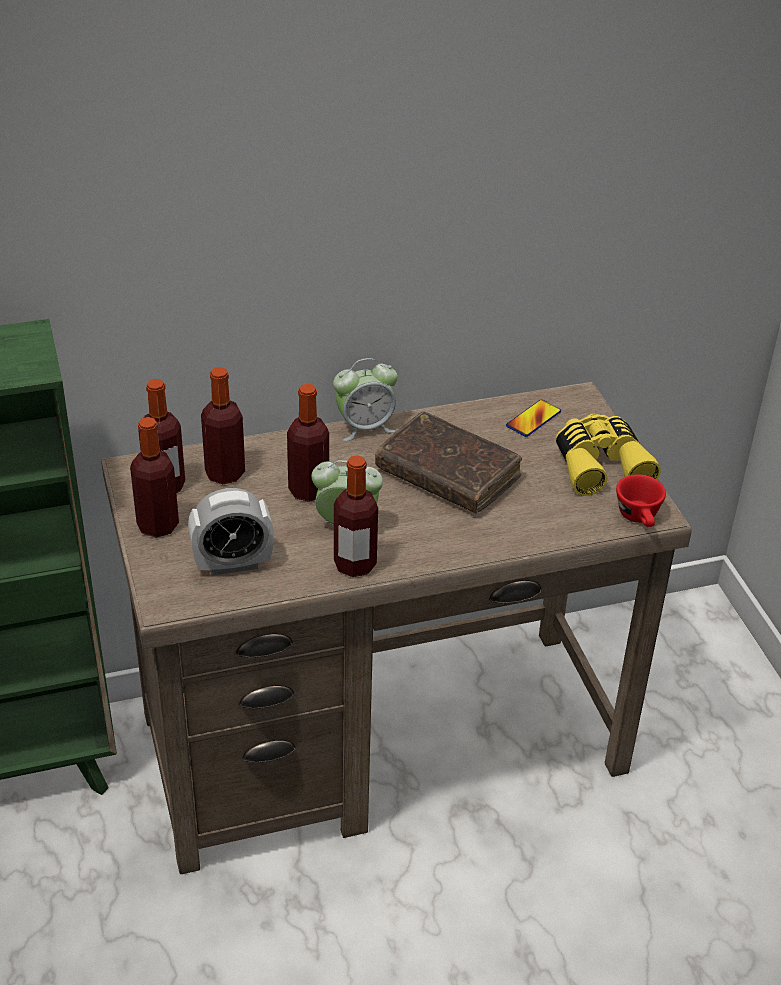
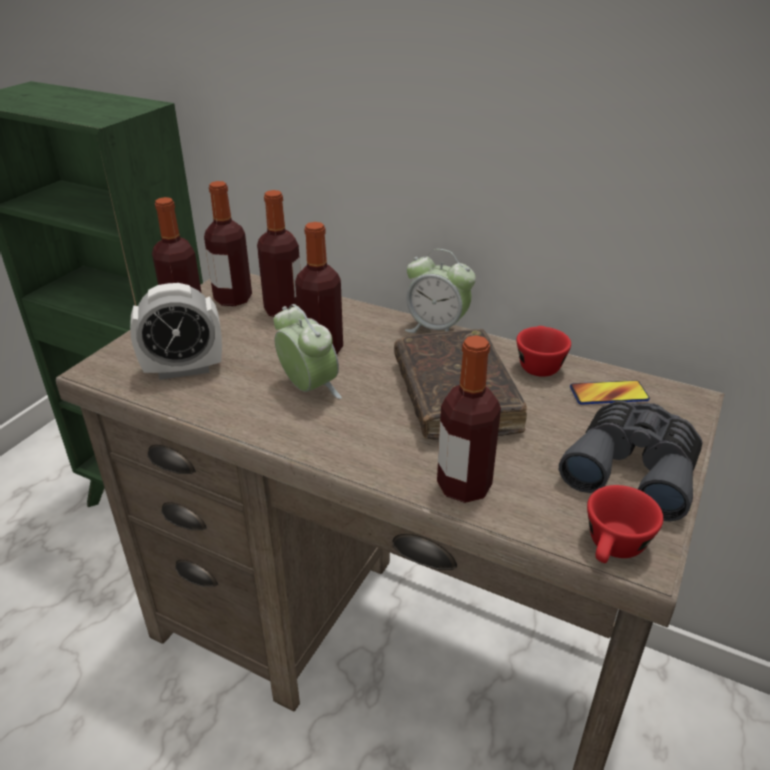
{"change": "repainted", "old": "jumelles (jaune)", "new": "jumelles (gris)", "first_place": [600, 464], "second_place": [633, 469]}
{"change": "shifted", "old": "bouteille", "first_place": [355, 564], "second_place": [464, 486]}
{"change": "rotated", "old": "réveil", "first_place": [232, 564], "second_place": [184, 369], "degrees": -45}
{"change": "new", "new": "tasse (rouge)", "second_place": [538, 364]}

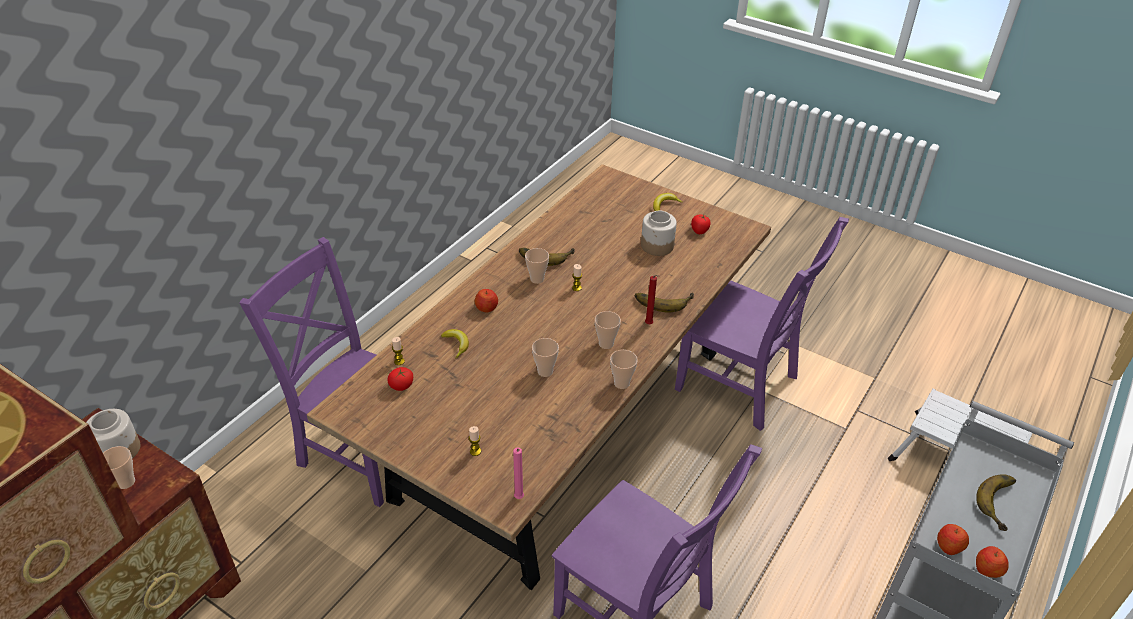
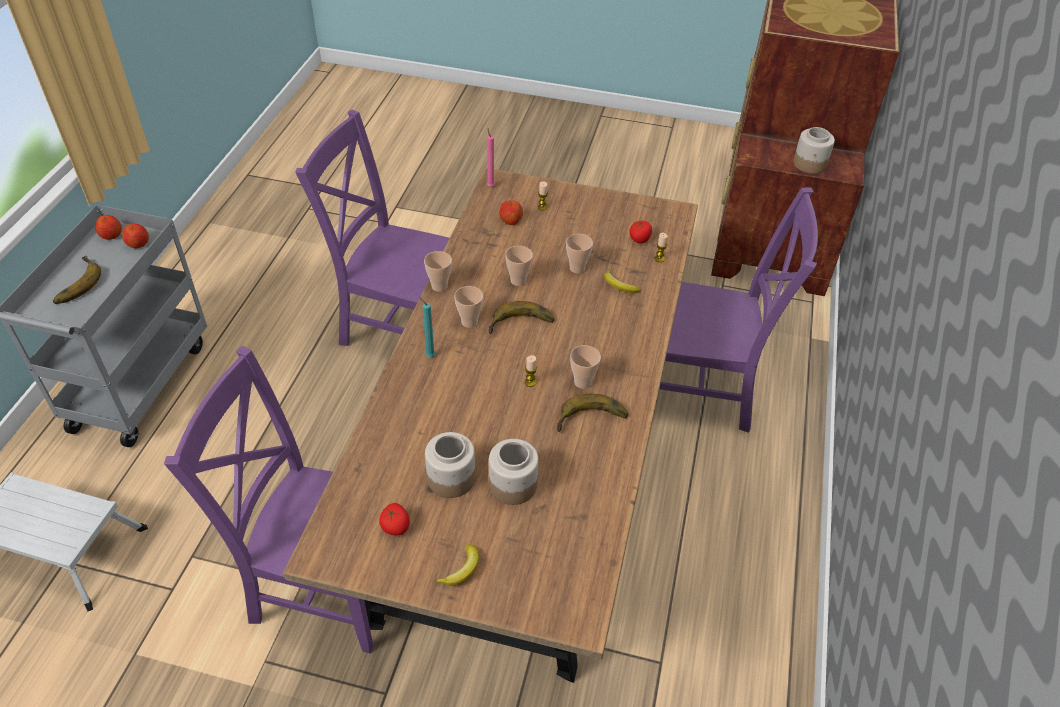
{"change": "repainted", "old": "bougie (rouge)", "new": "bougie (turquoise)", "first_place": [649, 325], "second_place": [429, 355]}
{"change": "shifted", "old": "pomme", "first_place": [487, 308], "second_place": [510, 220]}
{"change": "shifted", "old": "banane", "first_place": [663, 300], "second_place": [521, 325]}
{"change": "shifted", "old": "tasse", "first_place": [126, 482], "second_place": [577, 268]}
{"change": "new", "new": "bocal", "second_place": [512, 485]}

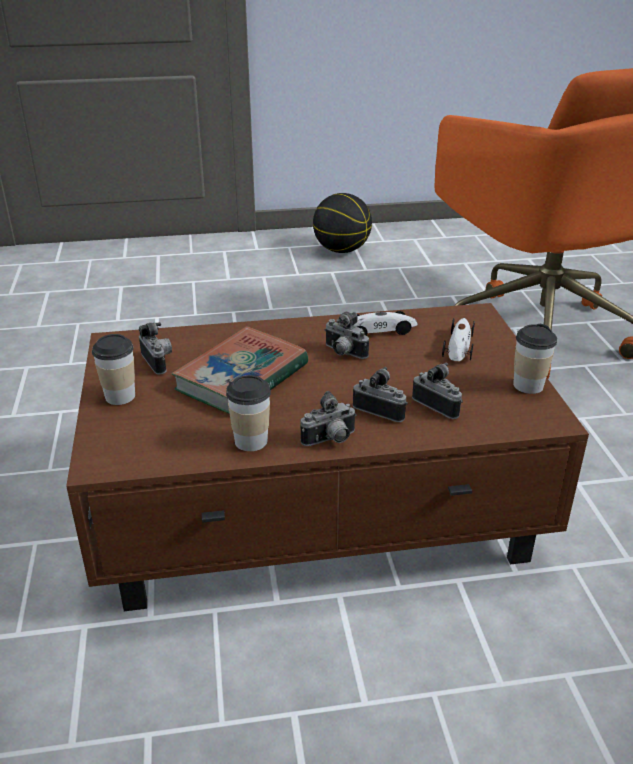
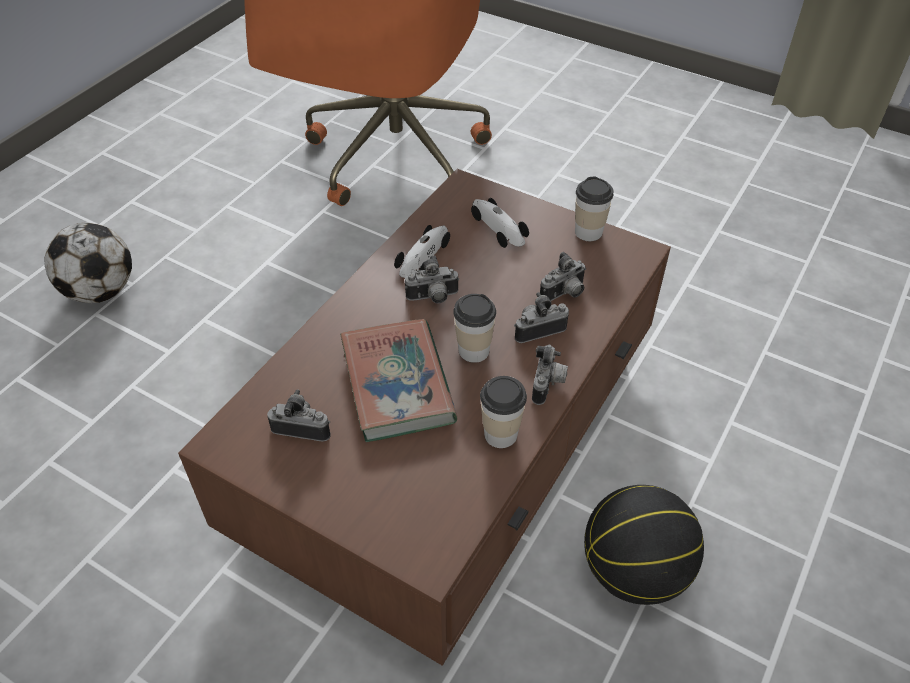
{"change": "shifted", "old": "ballon de basket", "first_place": [341, 250], "second_place": [634, 571]}
{"change": "shifted", "old": "tasse", "first_place": [120, 396], "second_place": [473, 350]}
{"change": "rotated", "old": "appareil photo", "first_place": [438, 405], "second_place": [564, 294], "degrees": 150}
{"change": "new", "new": "ballon de foot", "second_place": [101, 291]}

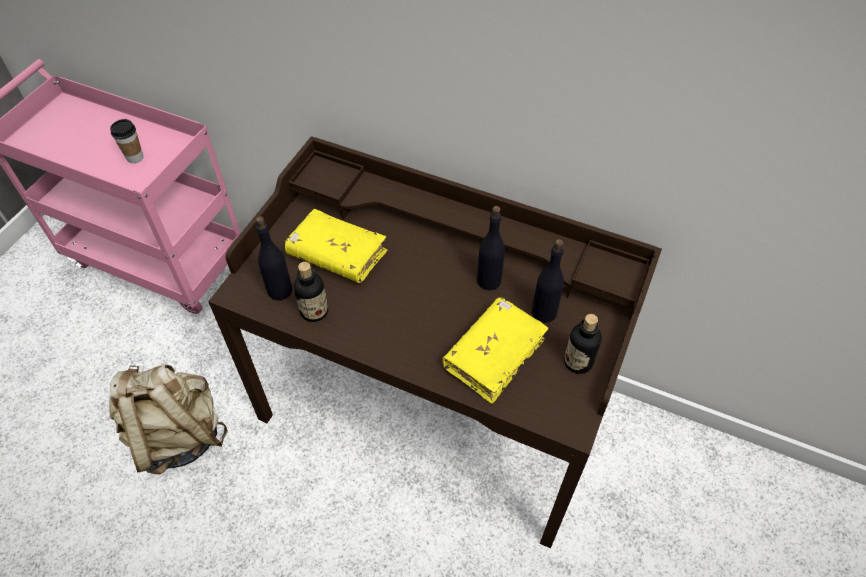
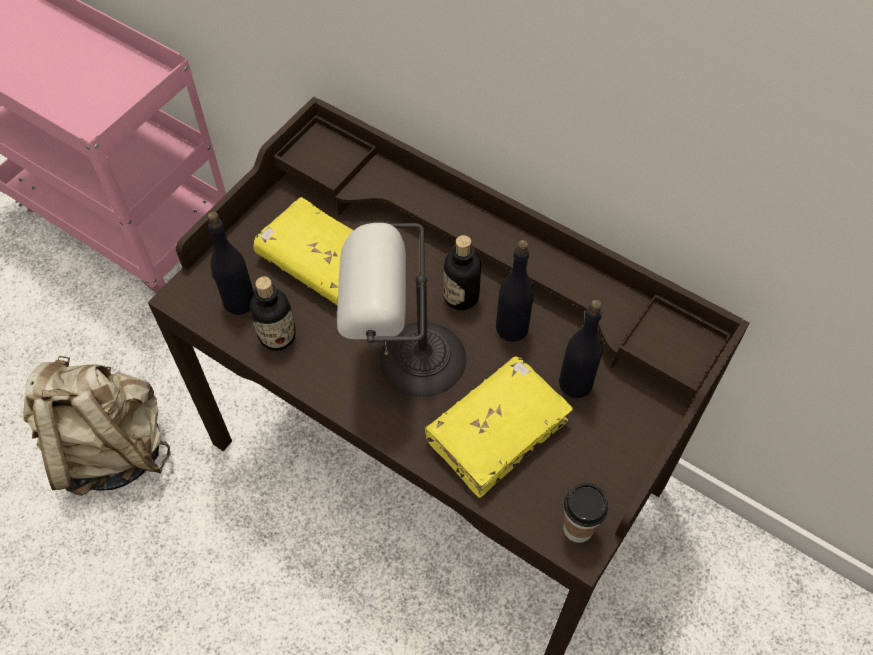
{"change": "shifted", "old": "tasse", "first_place": [135, 157], "second_place": [578, 528]}
{"change": "shifted", "old": "bouteille", "first_place": [578, 362], "second_place": [461, 297]}
{"change": "new", "new": "lampe de table", "second_place": [404, 361]}

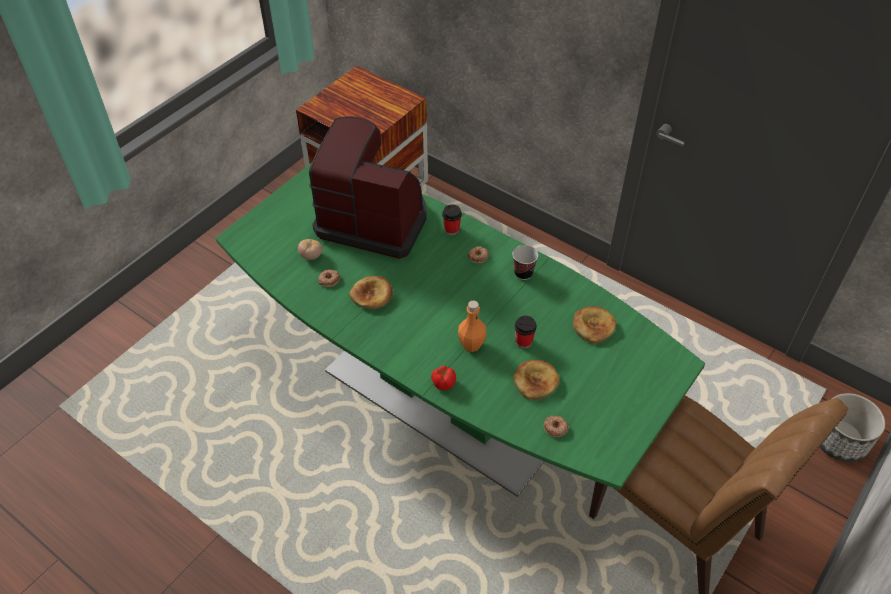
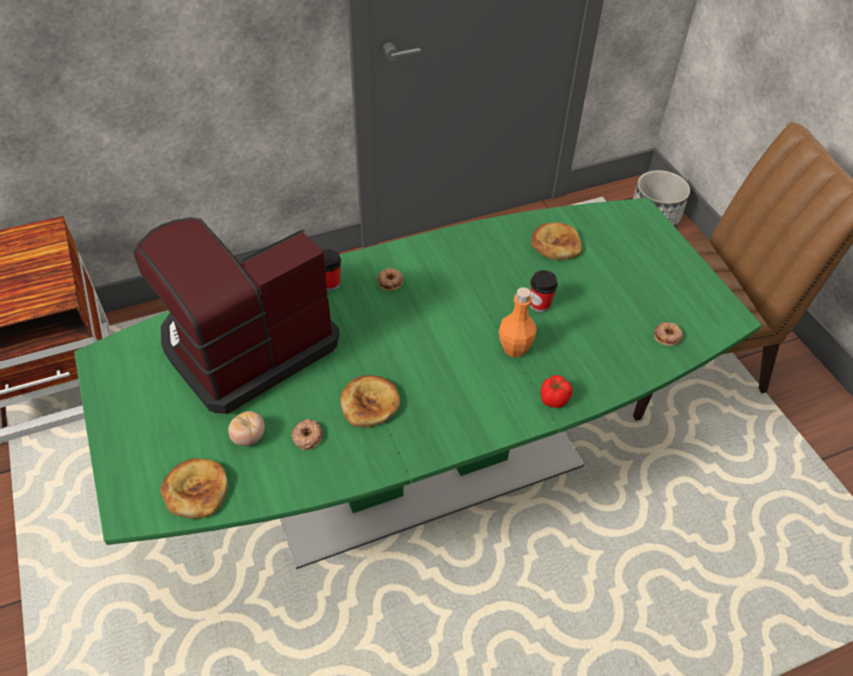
{"change": "gone", "old": "tasse", "first_place": [523, 273]}
{"change": "shifted", "old": "pain", "first_place": [535, 381], "second_place": [196, 490]}

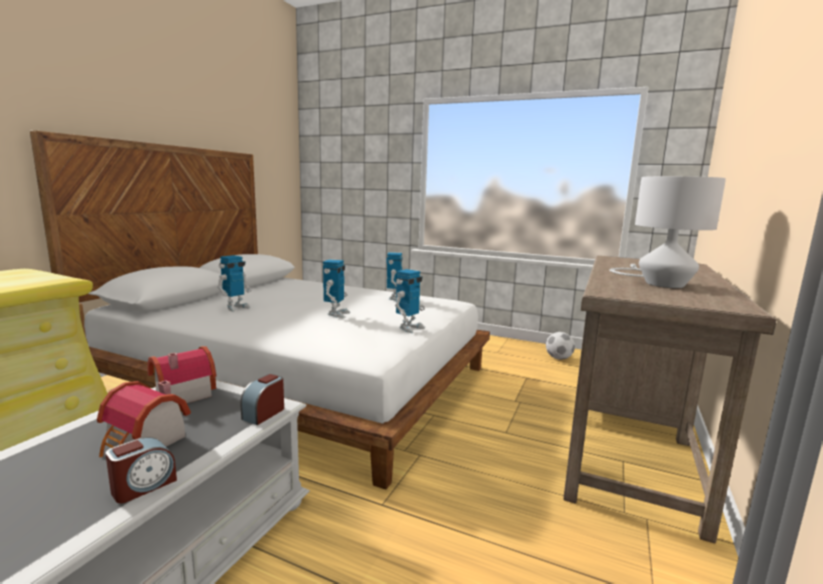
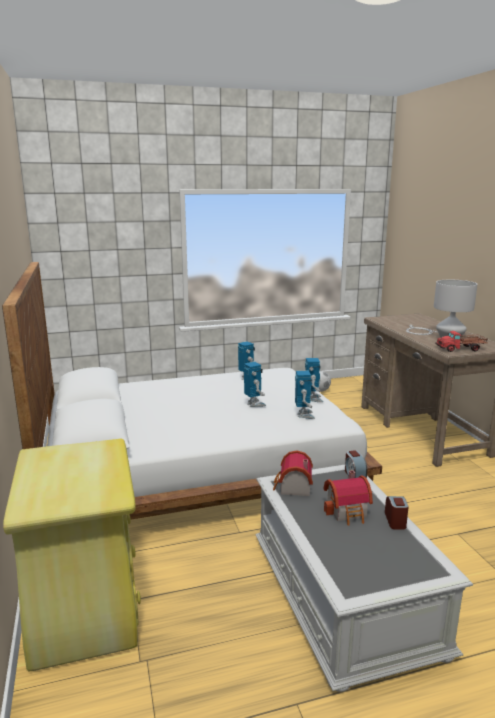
{"change": "shifted", "old": "robot jouet", "first_place": [235, 308], "second_place": [304, 415]}
{"change": "new", "new": "camion jouet", "second_place": [461, 349]}

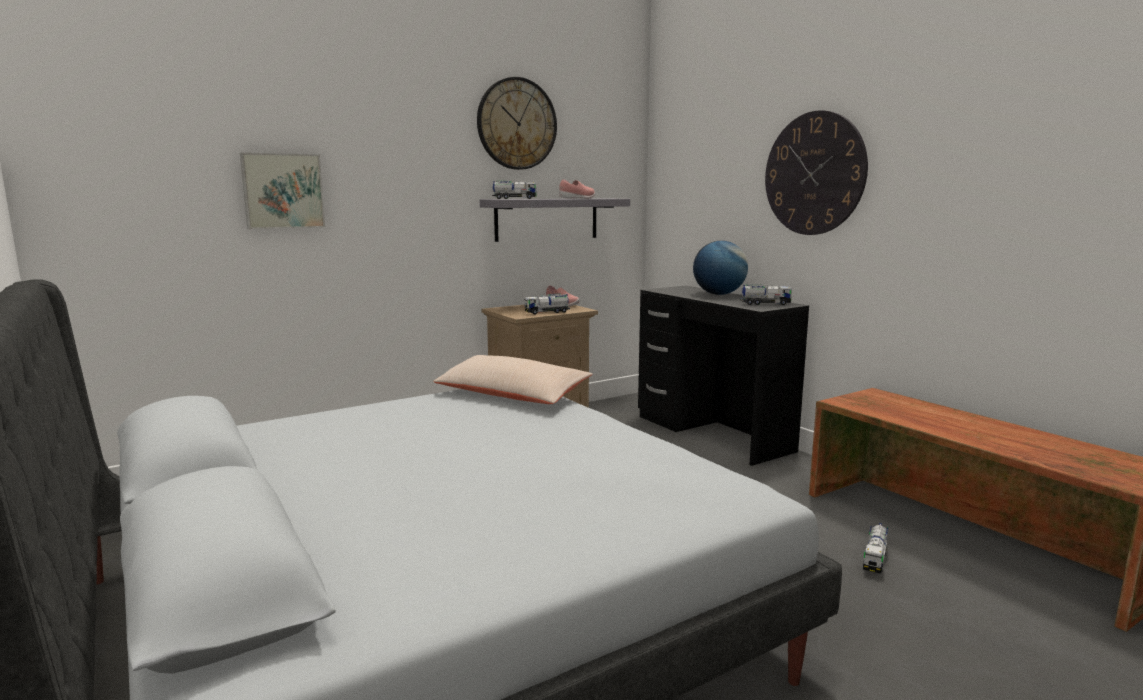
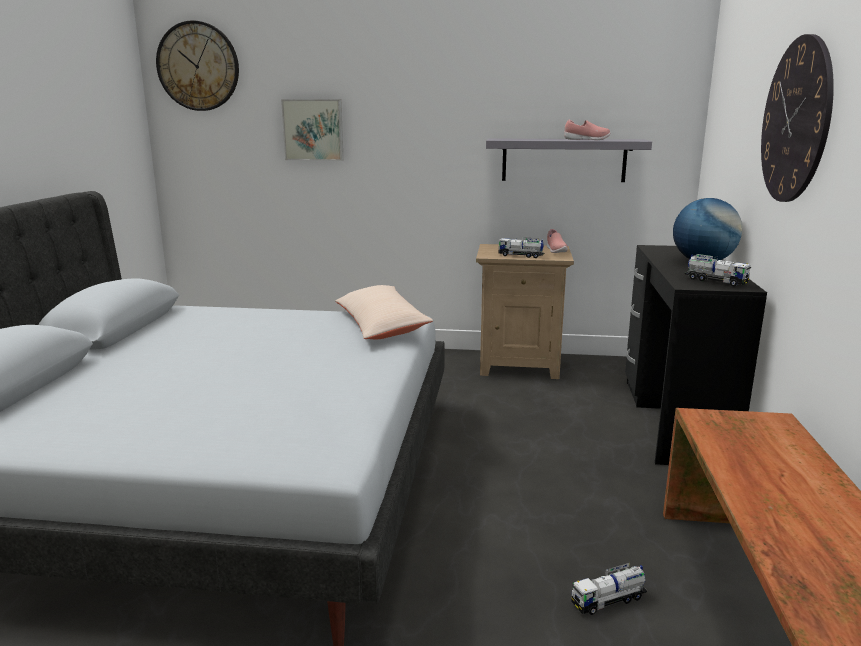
{"change": "shifted", "old": "horloge murale", "first_place": [516, 124], "second_place": [198, 66]}
{"change": "gone", "old": "camion jouet", "first_place": [514, 198]}

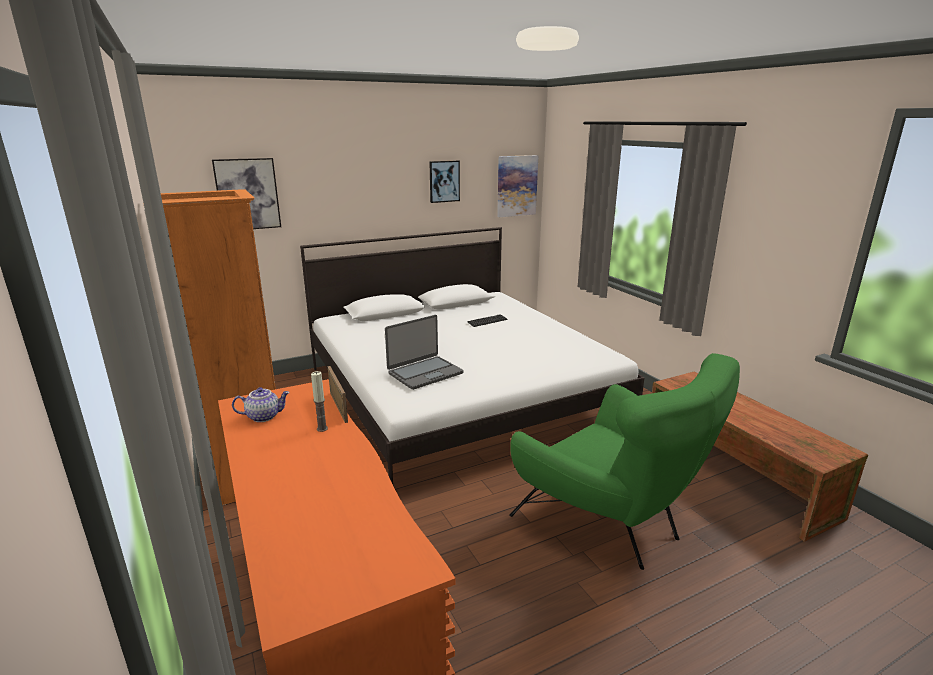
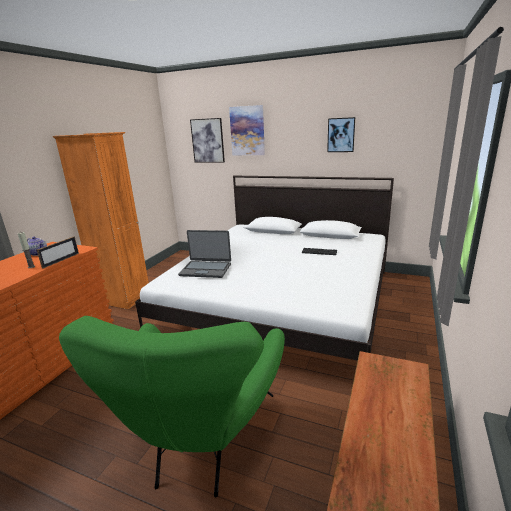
{"change": "shifted", "old": "tableau", "first_place": [516, 186], "second_place": [247, 131]}

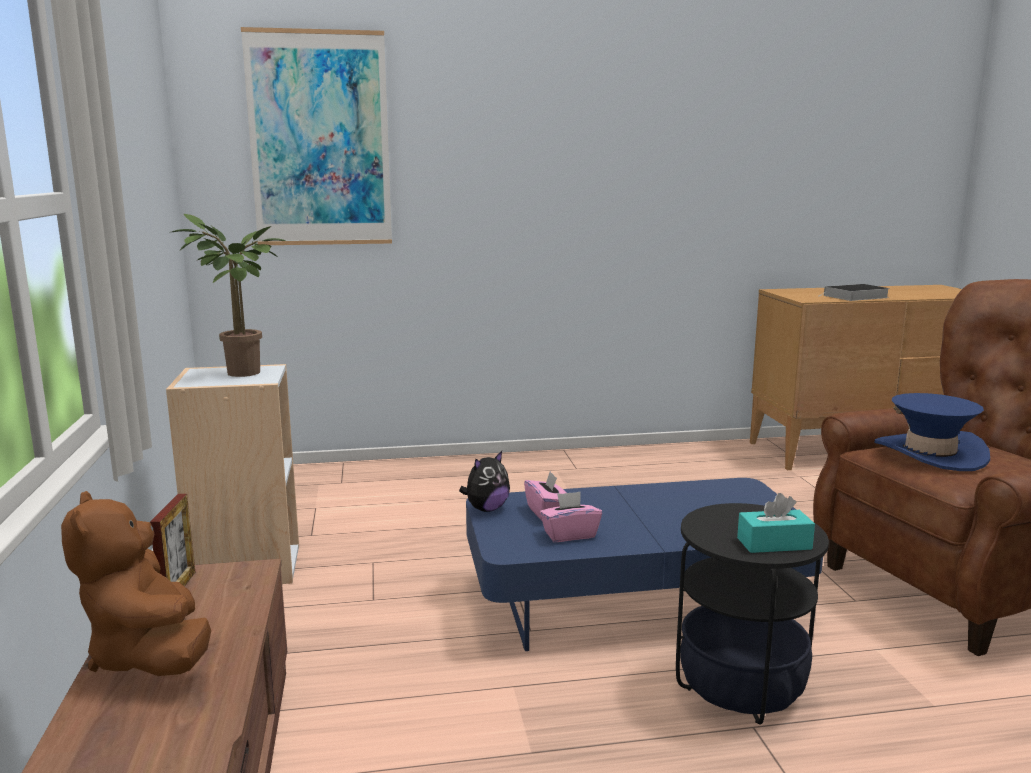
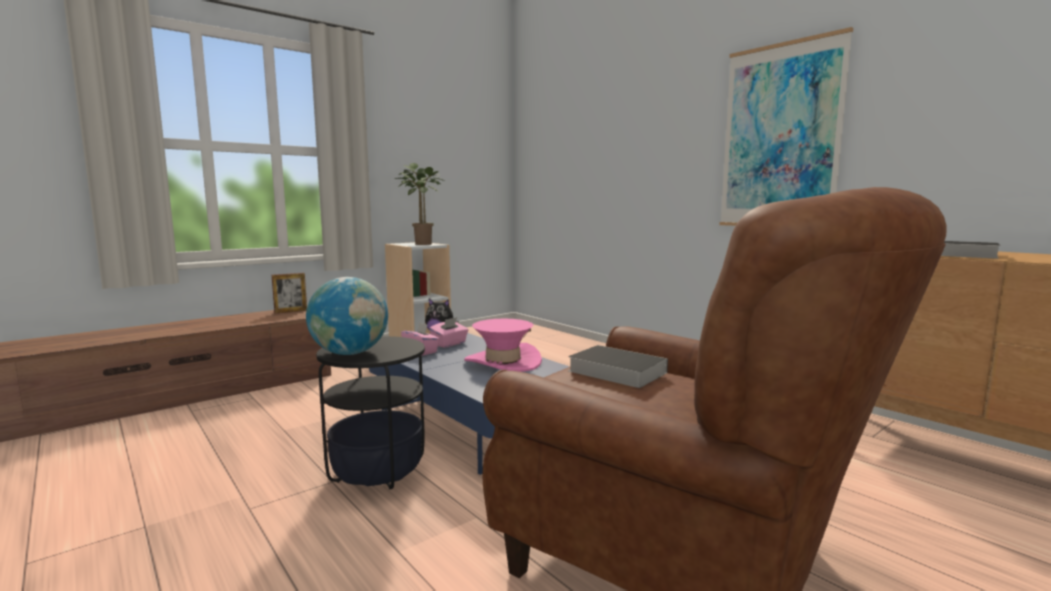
{"change": "shifted", "old": "tableau", "first_place": [320, 140], "second_place": [780, 137]}
{"change": "swapped", "old": "chapeau (bleu)", "new": "livre", "first_place": [929, 453], "second_place": [614, 371]}
{"change": "gone", "old": "peluche (marron)", "first_place": [150, 656]}
{"change": "swapped", "old": "boîte à mouchoirs (turquoise)", "new": "globe", "first_place": [774, 543], "second_place": [350, 353]}
{"change": "new", "new": "chapeau (rose)", "second_place": [503, 362]}

